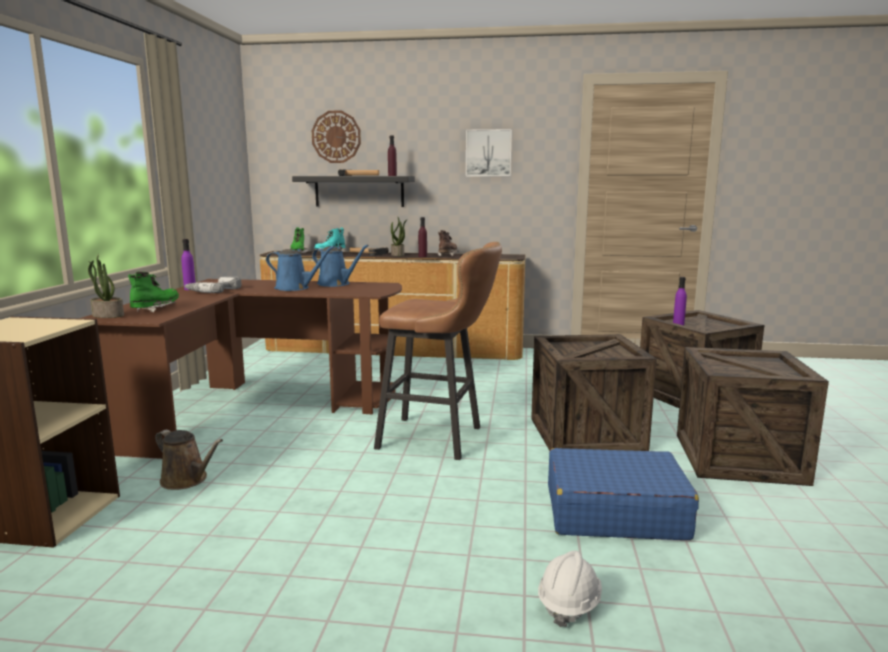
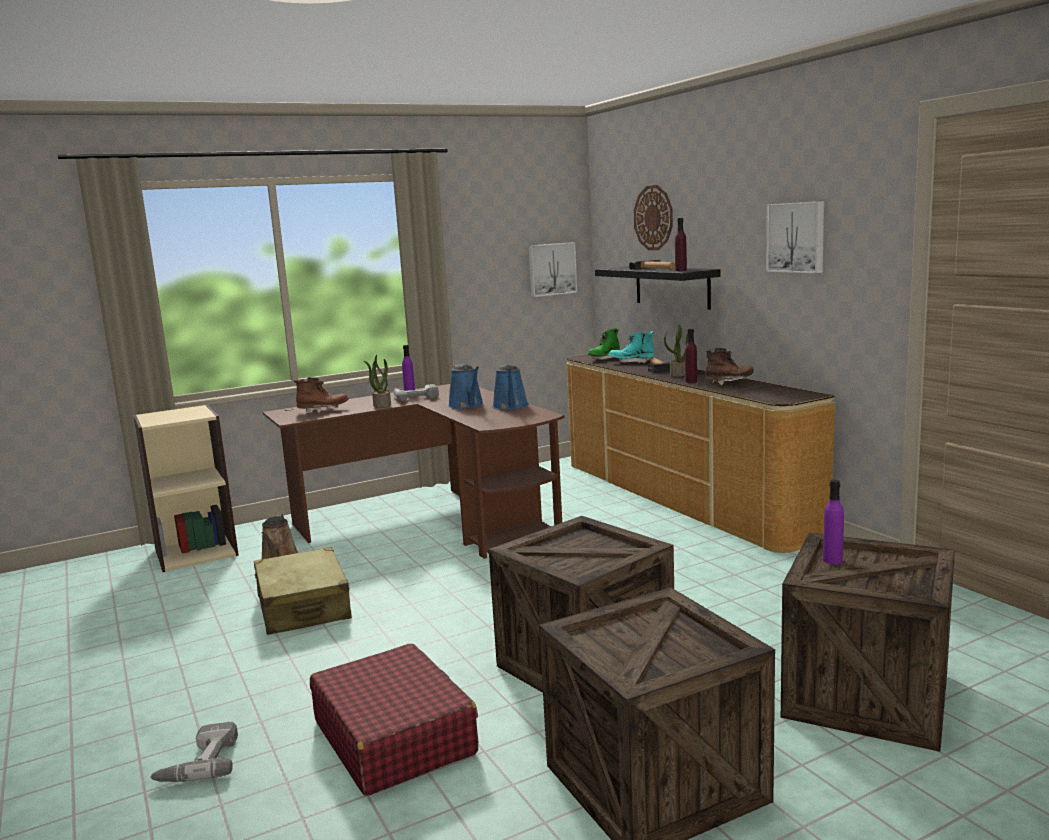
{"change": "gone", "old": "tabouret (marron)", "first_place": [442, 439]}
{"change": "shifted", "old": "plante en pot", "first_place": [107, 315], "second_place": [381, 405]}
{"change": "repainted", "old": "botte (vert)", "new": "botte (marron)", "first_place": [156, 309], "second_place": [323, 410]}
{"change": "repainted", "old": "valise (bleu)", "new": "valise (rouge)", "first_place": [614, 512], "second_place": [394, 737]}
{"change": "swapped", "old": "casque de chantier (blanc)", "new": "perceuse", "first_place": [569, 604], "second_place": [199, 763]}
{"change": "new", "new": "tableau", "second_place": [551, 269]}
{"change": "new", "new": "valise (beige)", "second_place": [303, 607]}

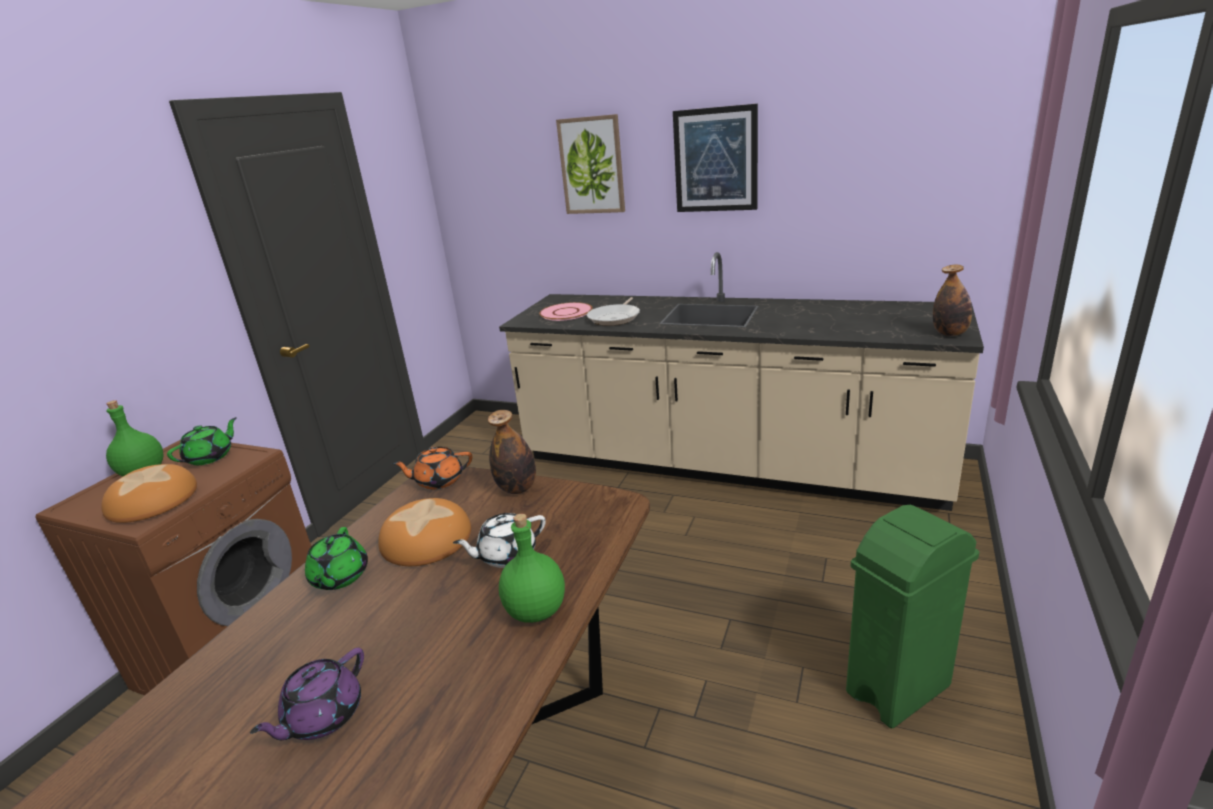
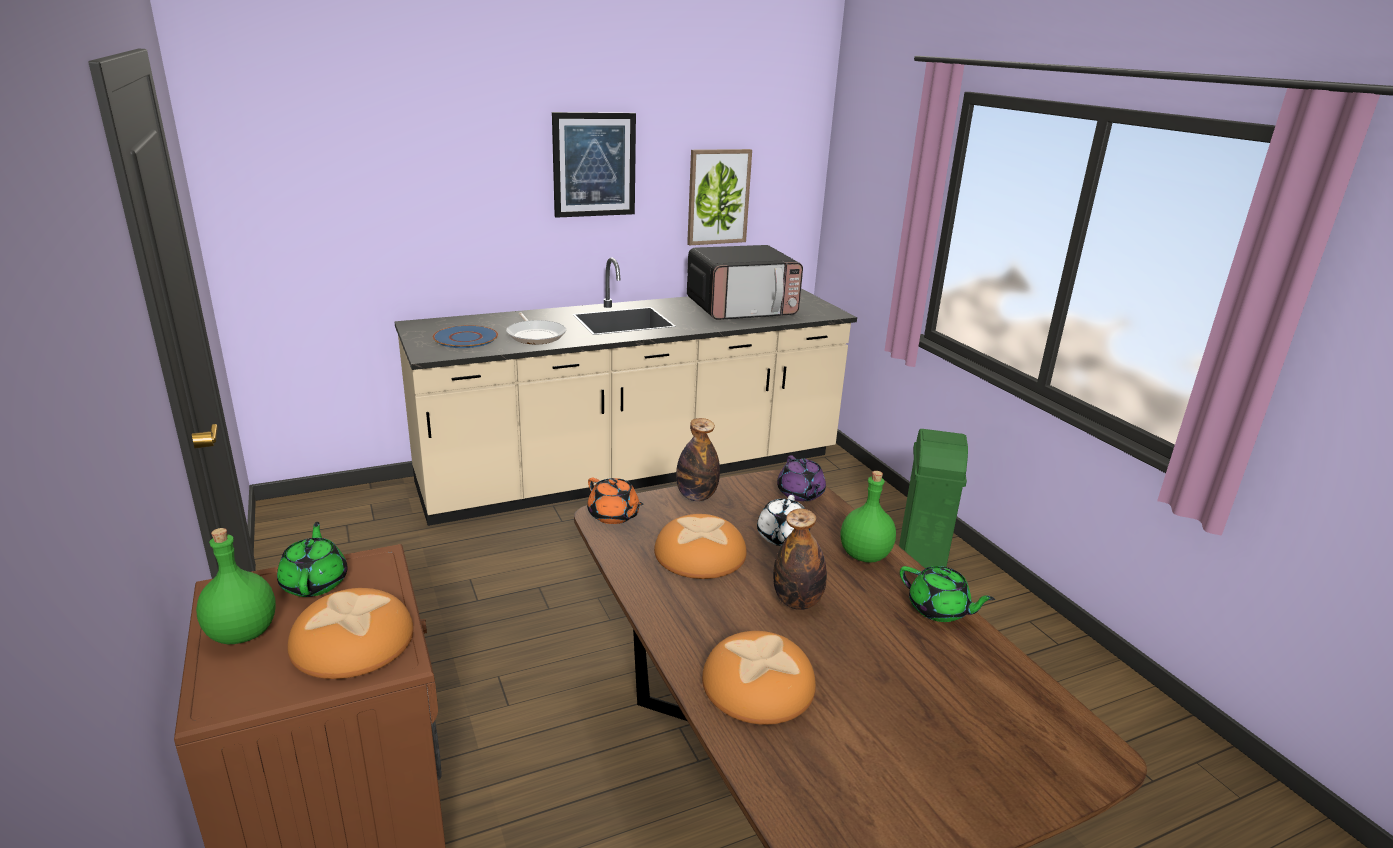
{"change": "shifted", "old": "tableau", "first_place": [592, 165], "second_place": [718, 197]}
{"change": "shifted", "old": "bouteille", "first_place": [949, 334], "second_place": [797, 602]}
{"change": "repainted", "old": "assiette (rose)", "new": "assiette (bleu)", "first_place": [566, 313], "second_place": [466, 338]}
{"change": "rotated", "old": "théière (orange)", "first_place": [438, 481], "second_place": [614, 515], "degrees": -75}
{"change": "shifted", "old": "théière (vert)", "first_place": [339, 577], "second_place": [939, 610]}
{"change": "shifted", "old": "théière (violet)", "first_place": [323, 716], "second_place": [800, 494]}
{"change": "new", "new": "micro-ondes", "second_place": [742, 309]}
{"change": "new", "new": "pain", "second_place": [757, 684]}

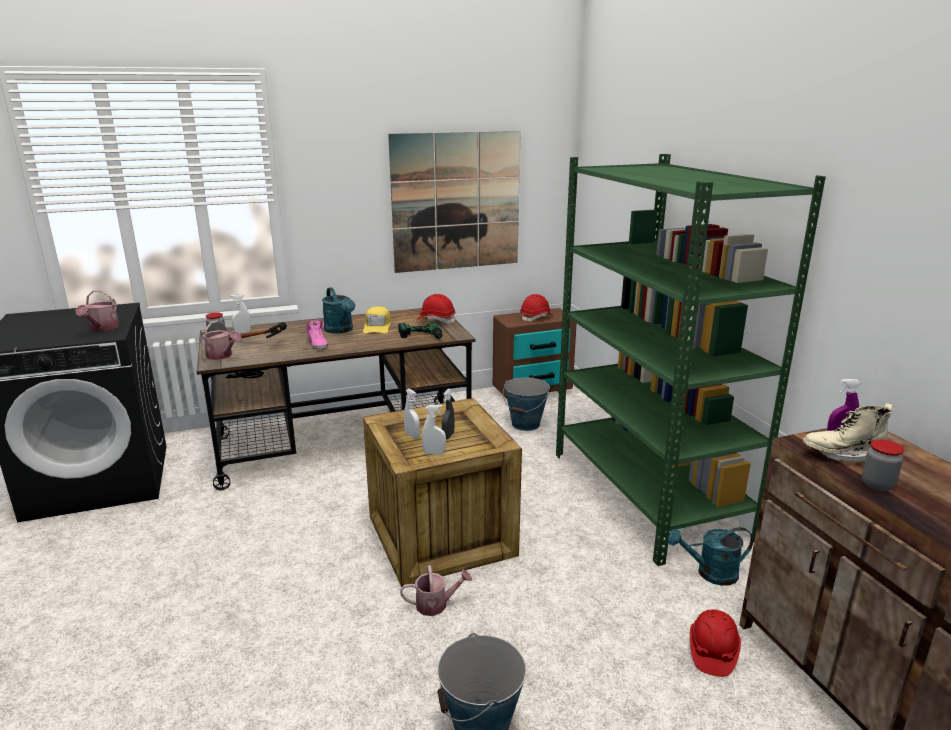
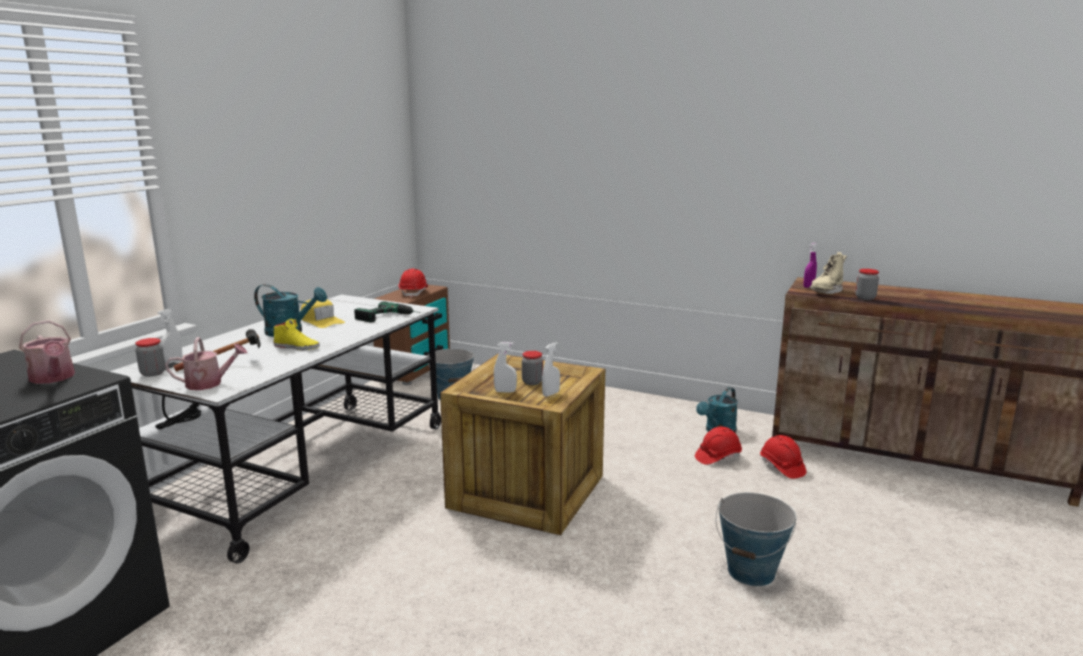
{"change": "gone", "old": "tableau", "first_place": [456, 202]}
{"change": "gone", "old": "bibliothèque (vert)", "first_place": [646, 494]}
{"change": "shifted", "old": "casque de chantier (rouge)", "first_place": [436, 320], "second_place": [717, 457]}
{"change": "repainted", "old": "bureau (marron)", "new": "bureau (blanc)", "first_place": [343, 443], "second_place": [305, 470]}
{"change": "repainted", "old": "chaussure (rose)", "new": "chaussure (jaune)", "first_place": [318, 344], "second_place": [297, 347]}
{"change": "swapped", "old": "vaporisateur (gris)", "new": "bocal", "first_place": [448, 436], "second_place": [532, 382]}
{"change": "gone", "old": "arrosoir", "first_place": [436, 604]}

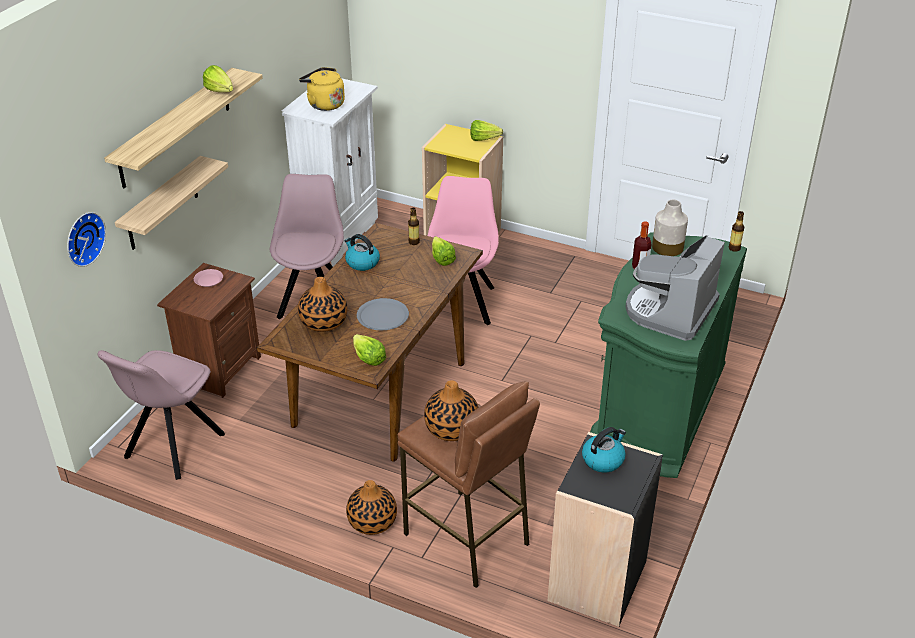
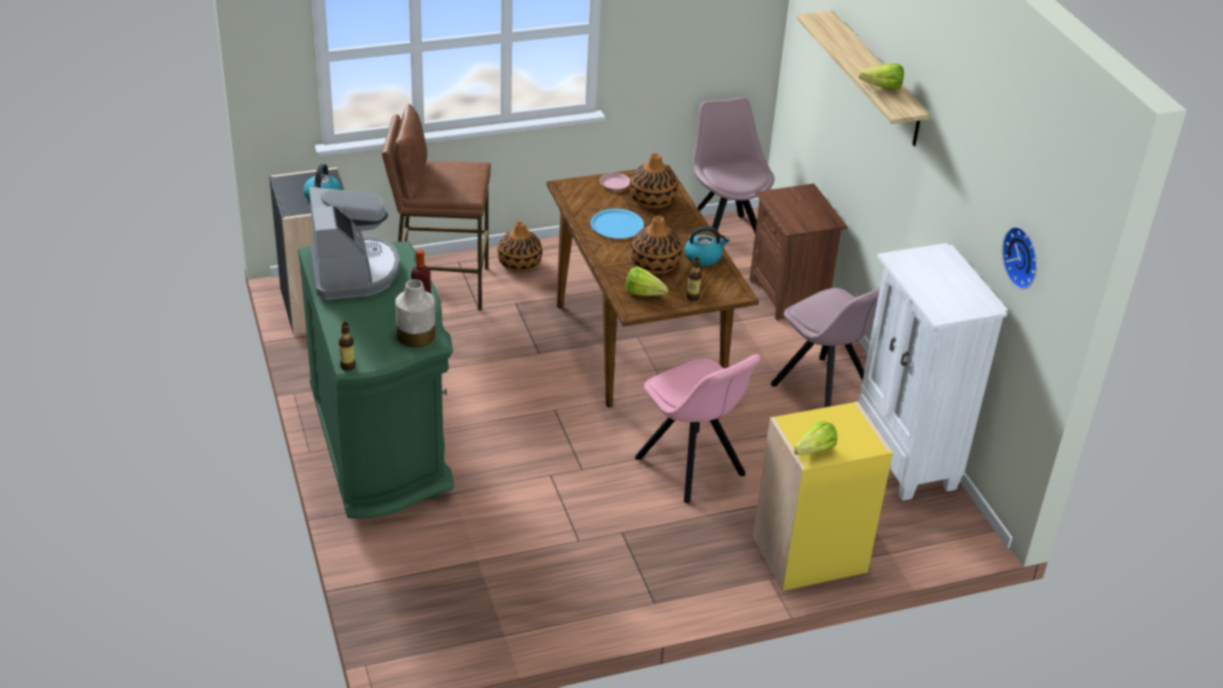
{"change": "gone", "old": "bouilloire (jaune)", "first_place": [324, 104]}
{"change": "gone", "old": "étagère", "first_place": [162, 204]}
{"change": "shifted", "old": "horloge murale", "first_place": [83, 238], "second_place": [1024, 257]}
{"change": "shifted", "old": "assiette (rose)", "first_place": [209, 280], "second_place": [614, 184]}
{"change": "repainted", "old": "assiette (gris)", "new": "assiette (bleu)", "first_place": [382, 315], "second_place": [617, 225]}
{"change": "gone", "old": "laitue", "first_place": [368, 358]}
{"change": "shifted", "old": "vase", "first_place": [451, 428], "second_place": [655, 265]}

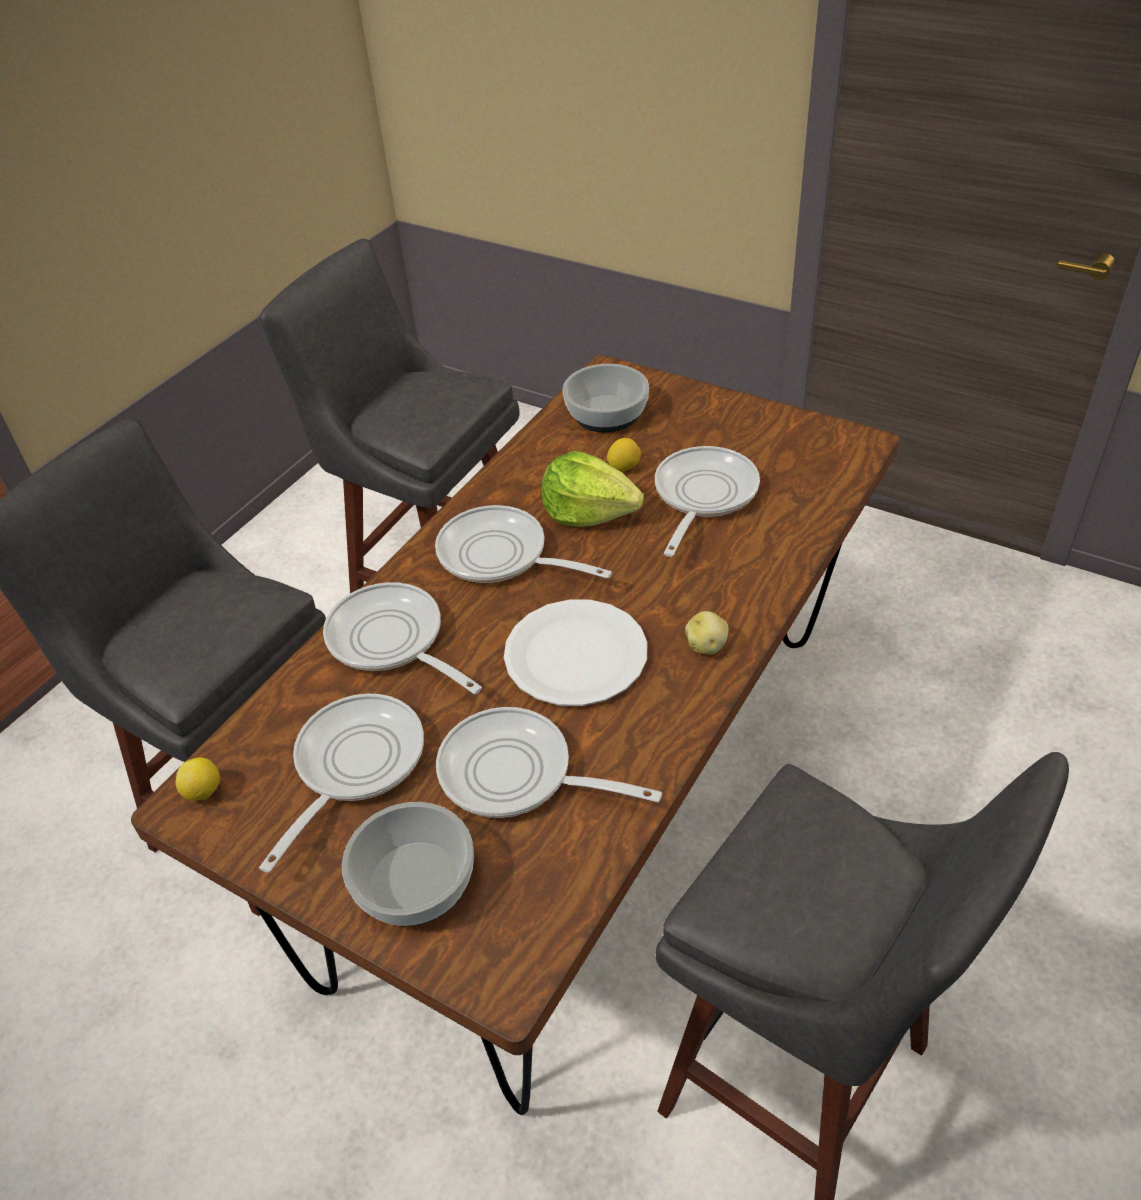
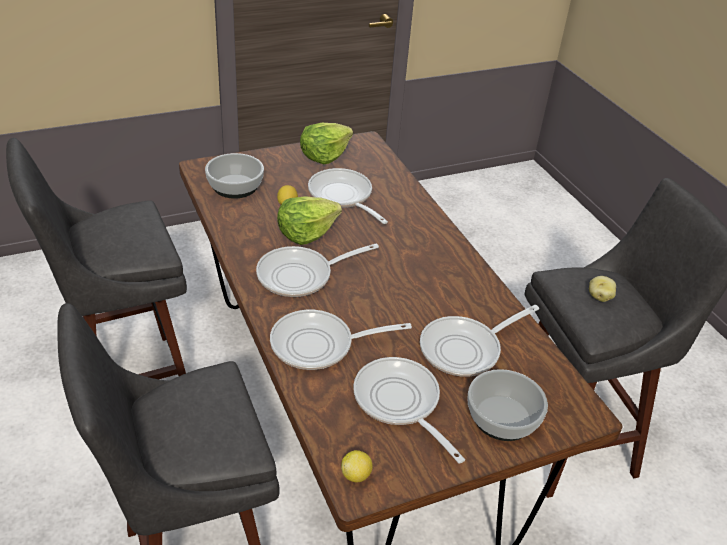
{"change": "gone", "old": "assiette (blanc)", "first_place": [576, 655]}
{"change": "shifted", "old": "pomme de terre", "first_place": [707, 645], "second_place": [599, 297]}
{"change": "new", "new": "laitue", "second_place": [324, 155]}

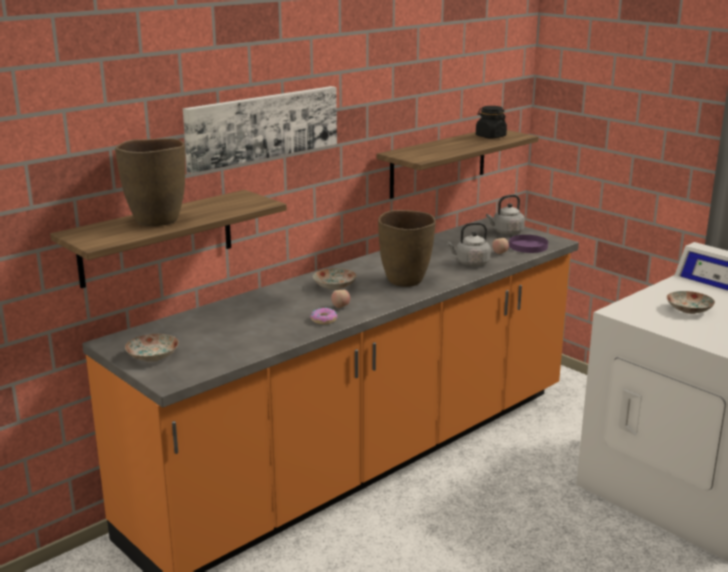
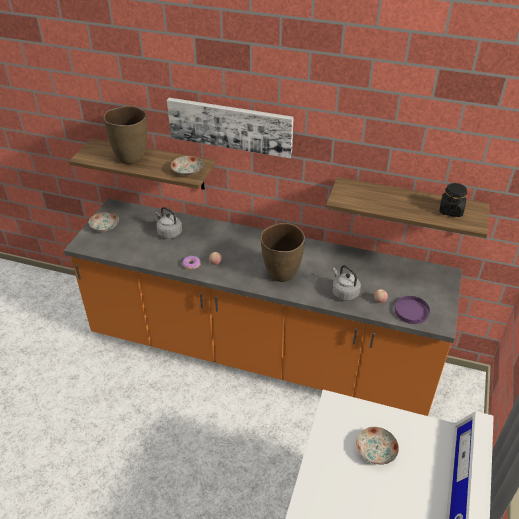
{"change": "shifted", "old": "bouilloire (gris)", "first_place": [506, 232], "second_place": [169, 233]}
{"change": "shifted", "old": "assiette", "first_place": [335, 286], "second_place": [187, 171]}

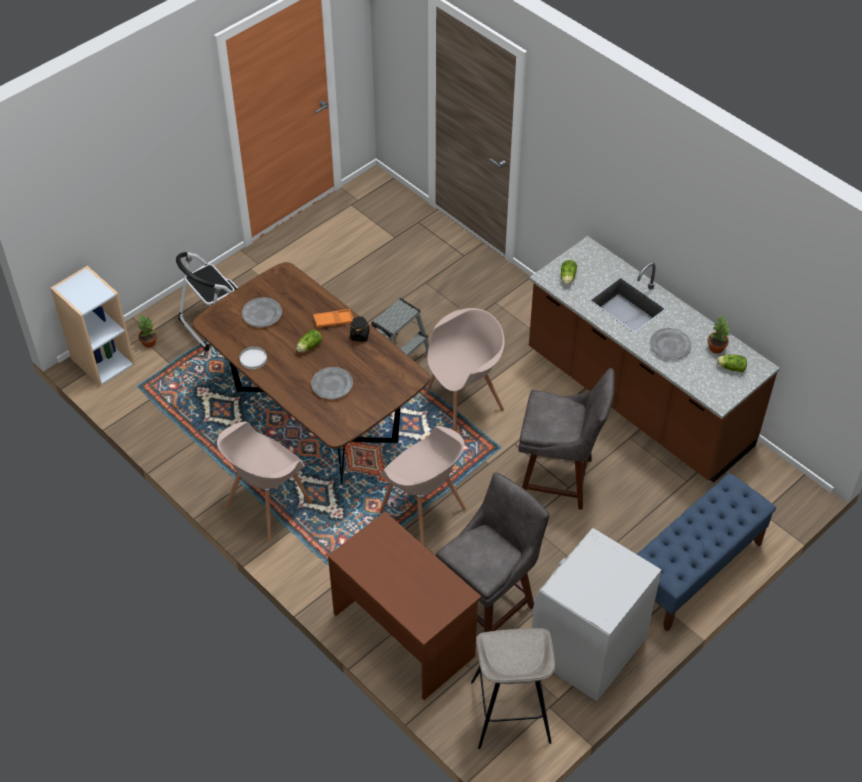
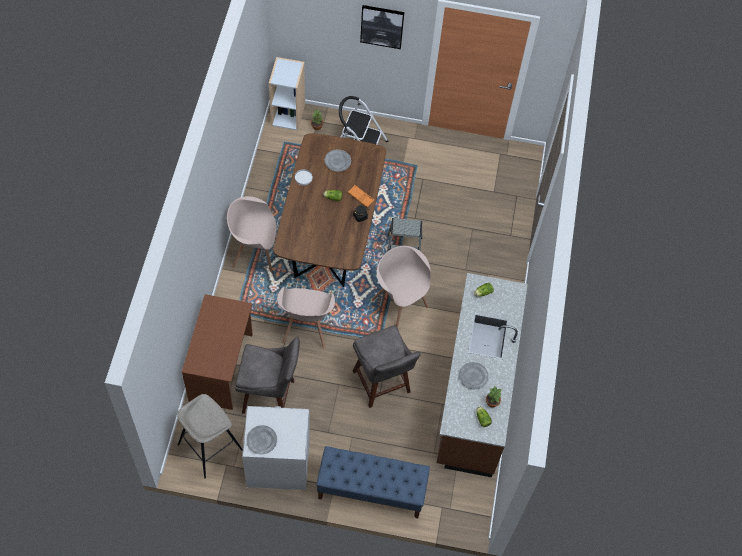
{"change": "rotated", "old": "chaise (beige)", "first_place": [464, 401], "second_place": [400, 302], "degrees": -150}
{"change": "shifted", "old": "assiette (gris)", "first_place": [331, 385], "second_place": [261, 440]}
{"change": "new", "new": "tableau", "second_place": [382, 26]}

